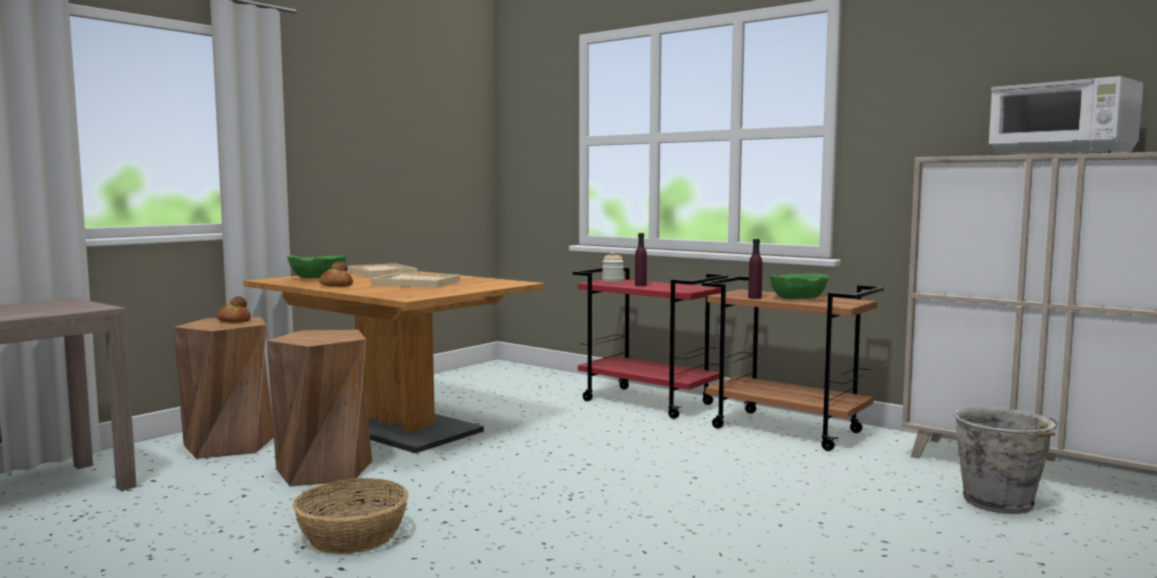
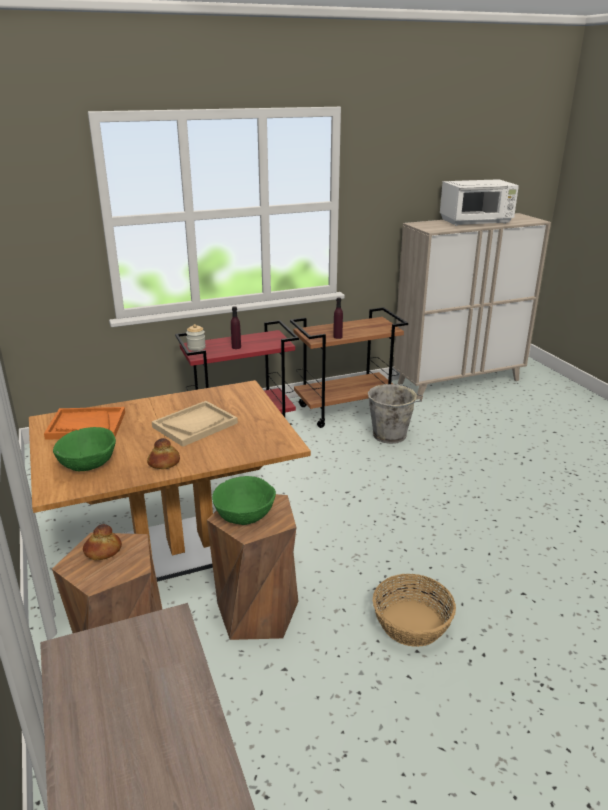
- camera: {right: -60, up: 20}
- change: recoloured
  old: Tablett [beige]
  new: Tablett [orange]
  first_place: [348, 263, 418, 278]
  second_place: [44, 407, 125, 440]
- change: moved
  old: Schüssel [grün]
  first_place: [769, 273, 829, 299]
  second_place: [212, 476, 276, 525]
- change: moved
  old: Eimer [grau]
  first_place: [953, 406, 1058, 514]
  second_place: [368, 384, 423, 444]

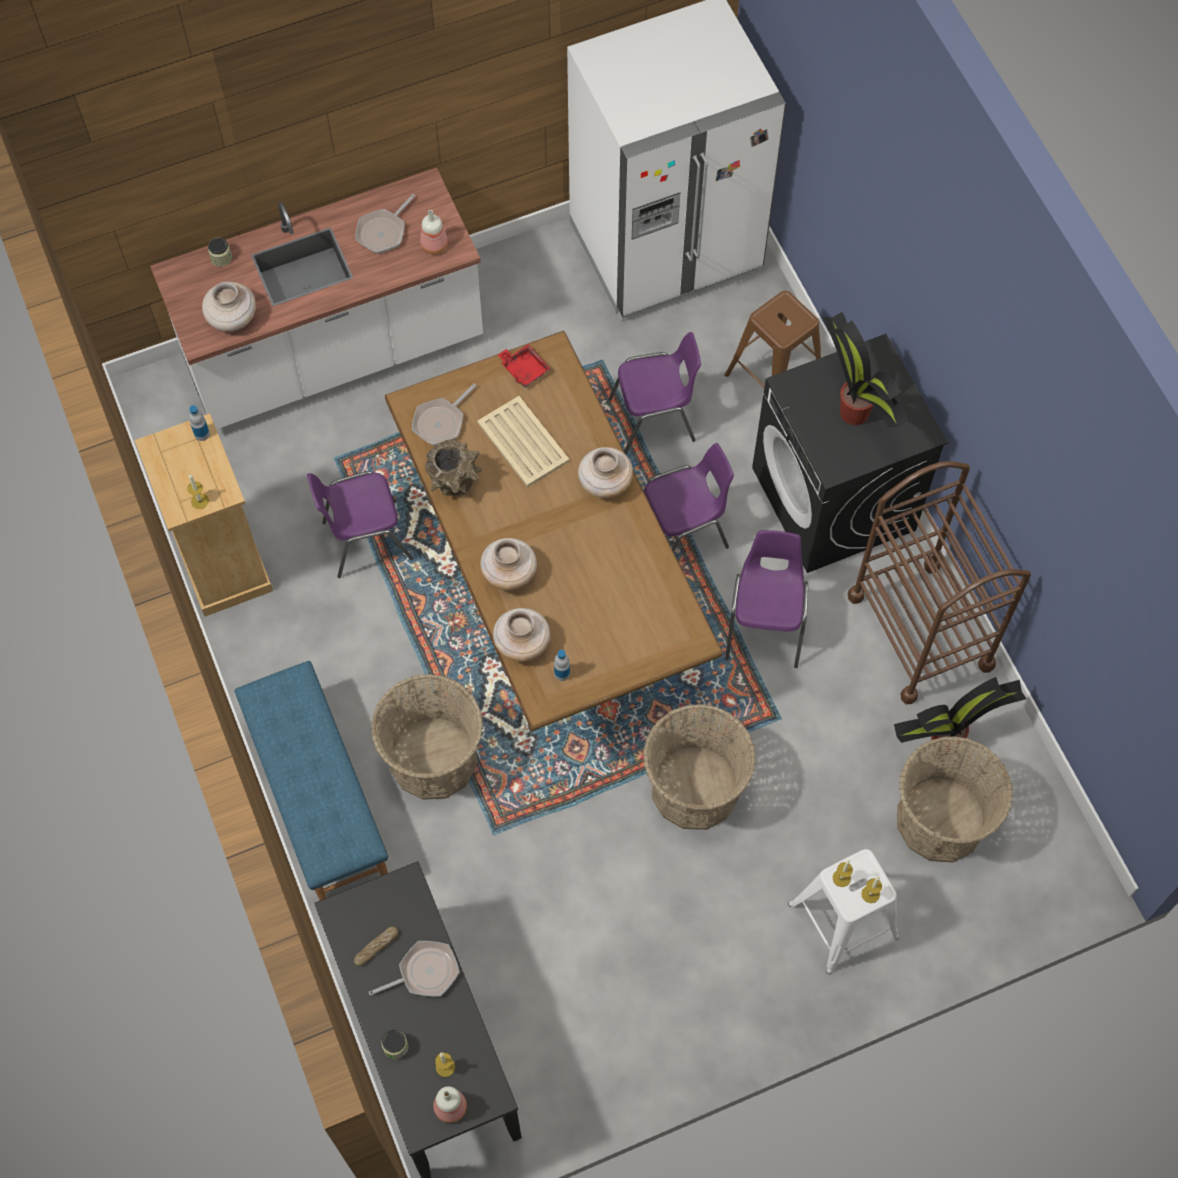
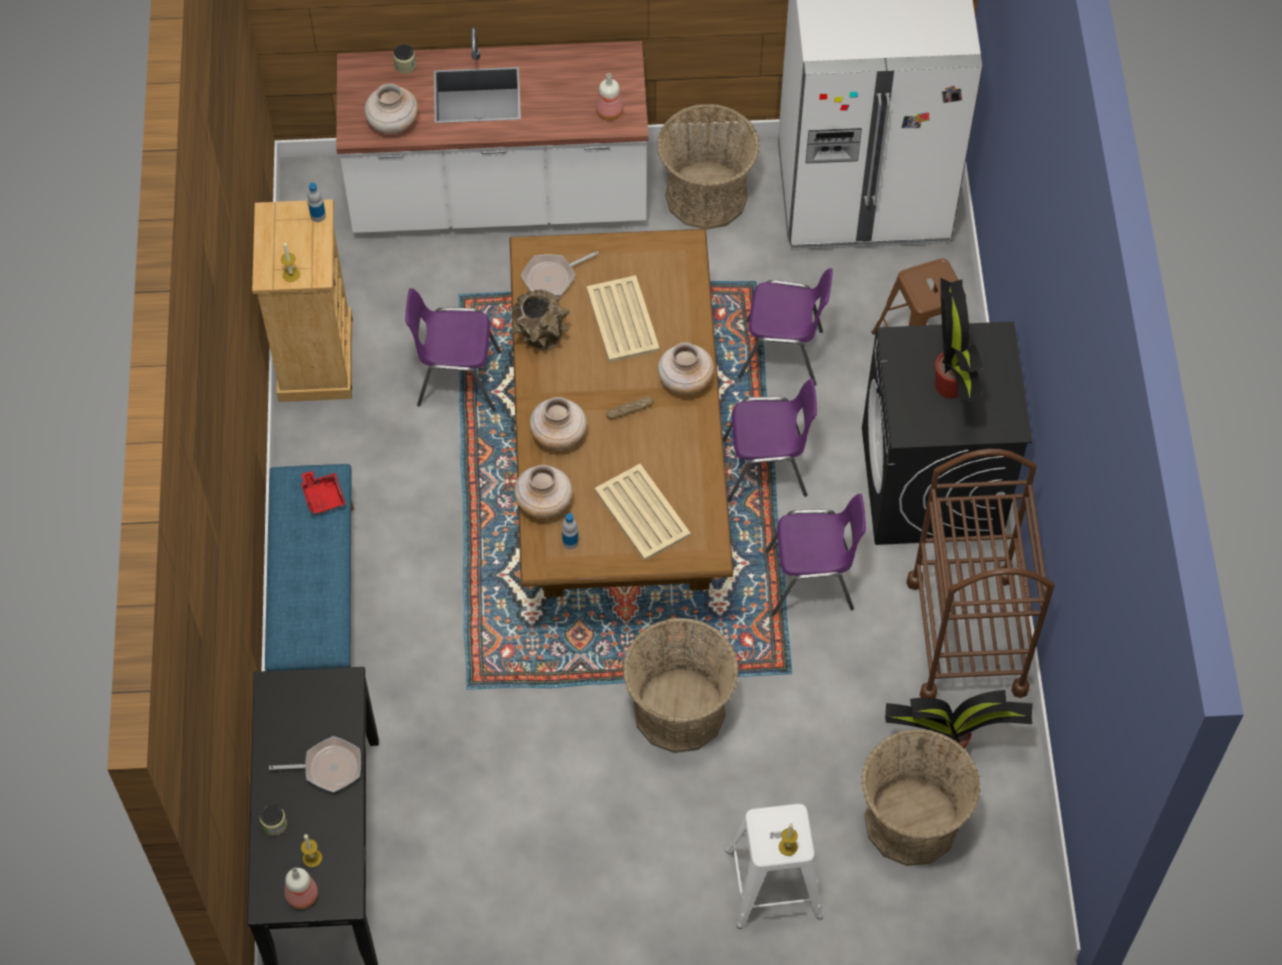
- camera: {right: 20, up: -5}
- change: removed
  old: Pfanne
  first_place: [355, 194, 415, 254]
- change: moved
  old: Tablett [rot]
  first_place: [498, 344, 551, 388]
  second_place: [301, 471, 346, 515]
- change: turned
  old: Stuhl [lila]
  first_place: [725, 530, 808, 668]
  second_place: [766, 494, 866, 616]
  degrees: 60
- change: moved
  old: Korb
  first_place: [371, 674, 483, 800]
  second_place: [657, 103, 760, 230]
- change: removed
  old: Kerze
  first_place: [833, 860, 853, 887]
- change: moved
  old: Brot
  first_place: [354, 926, 398, 966]
  second_place: [606, 396, 654, 419]
- change: added
  new: Tablett [beige]
  second_place: [595, 464, 691, 561]

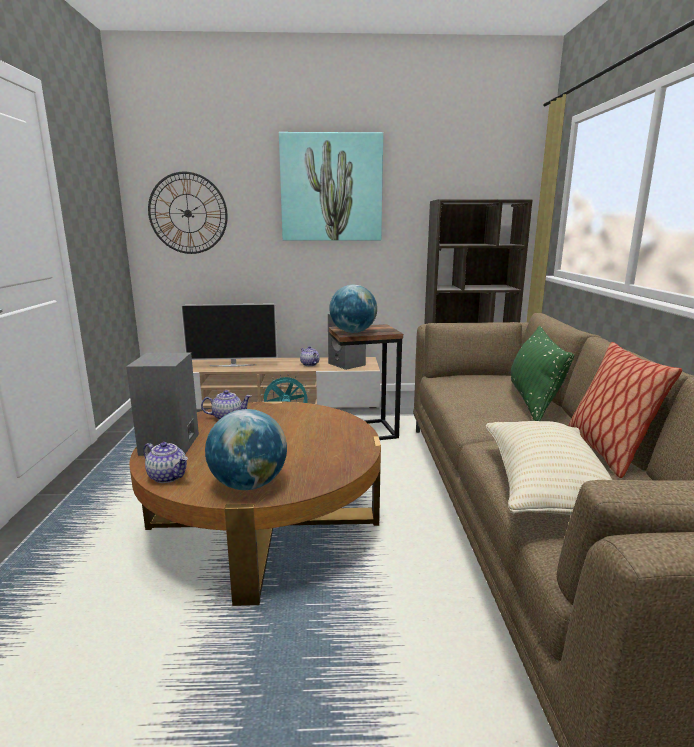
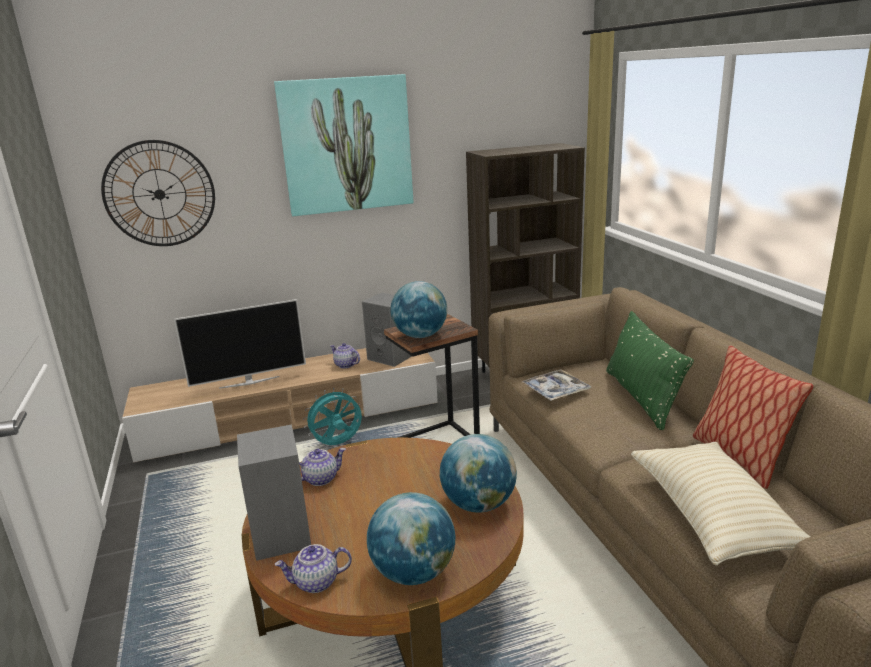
- camera: {right: -15, up: 5}
- change: turned
  old: Teekanne
  first_place: [143, 442, 188, 483]
  second_place: [275, 544, 352, 593]
  degrees: 150
- change: added
  new: Tablett
  second_place: [522, 369, 592, 401]
- change: added
  new: Globus
  second_place: [440, 434, 517, 513]

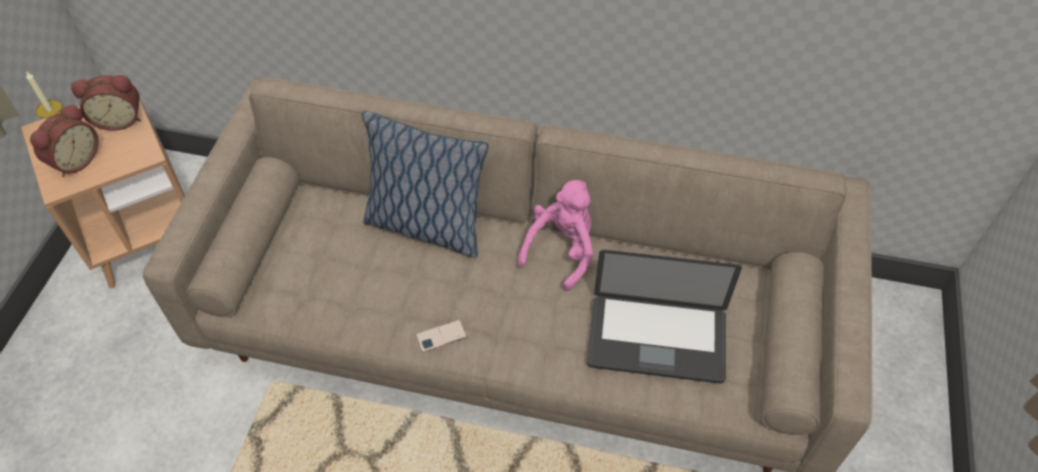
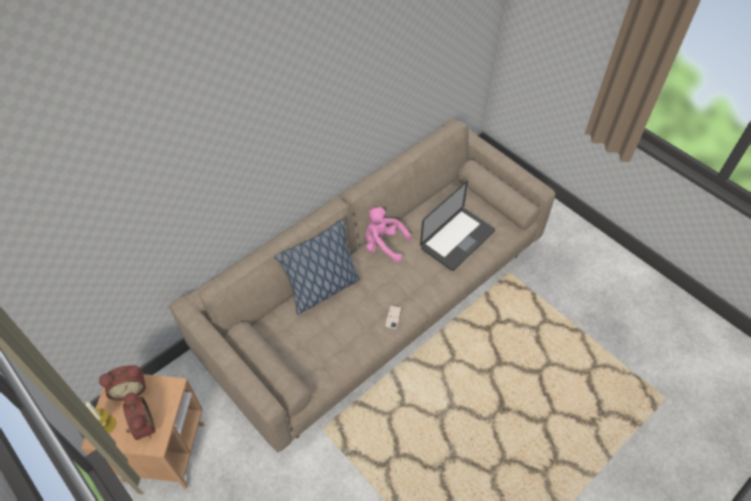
- camera: {right: -55, up: 0}
- change: turned
  old: Wecker
  first_place: [71, 75, 141, 131]
  second_place: [99, 365, 146, 401]
  degrees: 45
- change: turned
  old: Plüschtier [rosa]
  first_place: [517, 180, 593, 291]
  second_place: [365, 207, 411, 262]
  degrees: -45

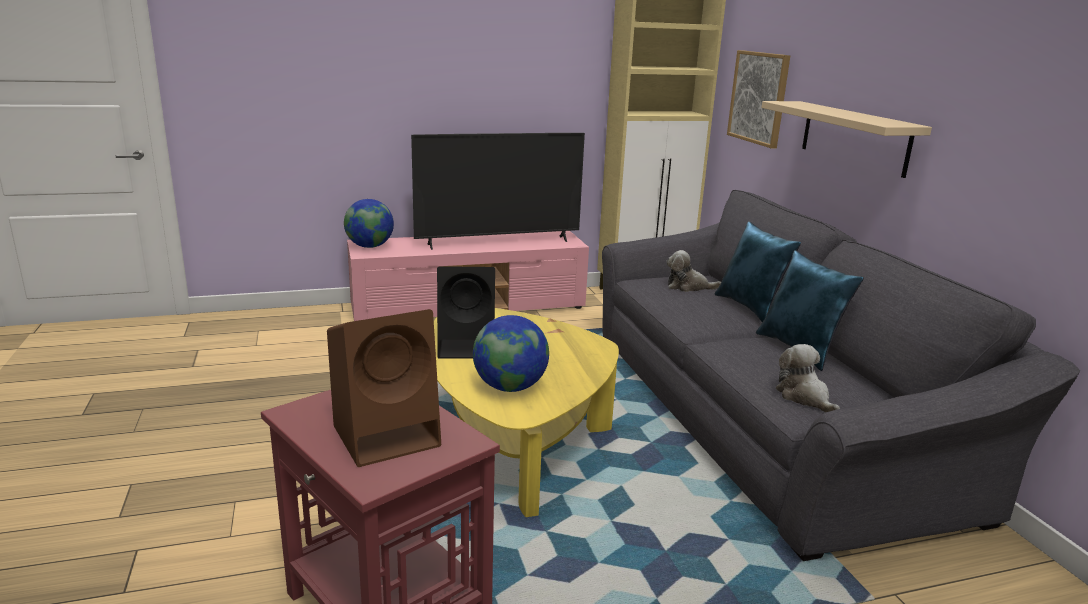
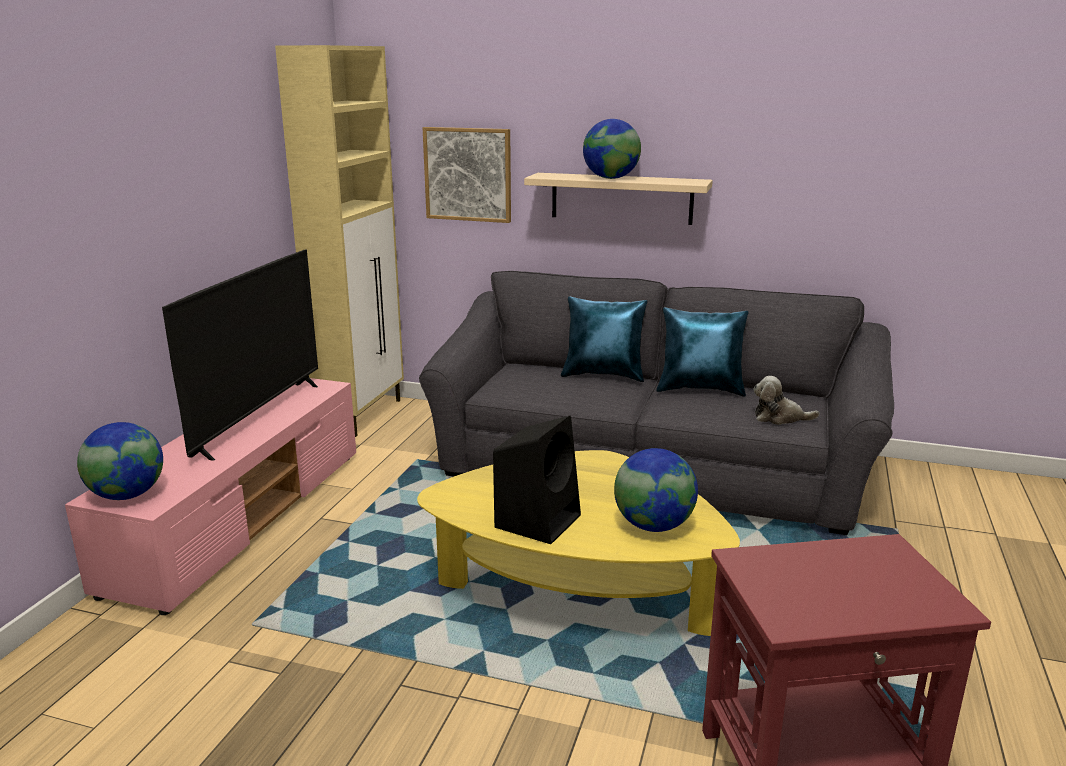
- camera: {right: -55, up: 0}
- change: removed
  old: Plüschtier
  first_place: [666, 250, 721, 292]
- change: removed
  old: Lautsprecher [braun]
  first_place: [327, 309, 441, 467]
- change: added
  new: Globus
  second_place: [583, 119, 641, 179]

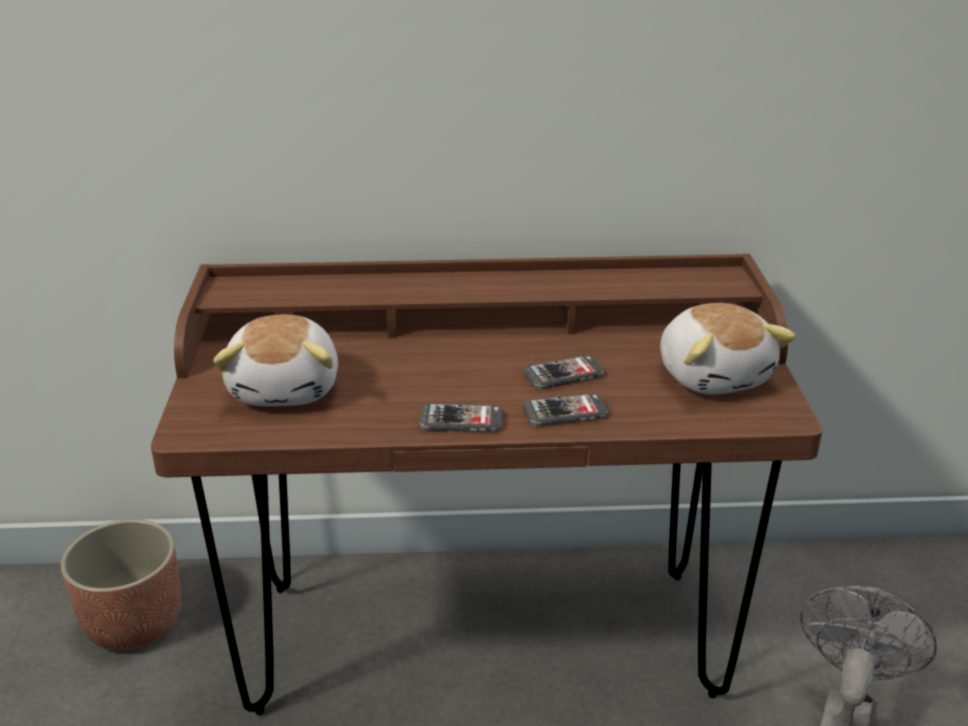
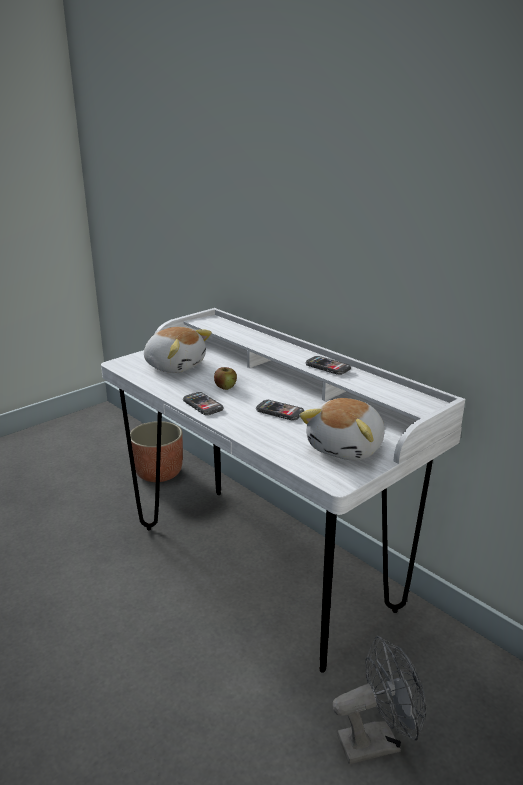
- camera: {right: 50, up: -5}
- change: recoloured
  old: Schreibtisch [braun]
  new: Schreibtisch [weiß]
  first_place: [151, 254, 823, 715]
  second_place: [101, 308, 465, 673]
- change: turned
  old: Plüschtier
  first_place: [213, 315, 338, 406]
  second_place: [144, 327, 212, 373]
  degrees: -105
- change: moved
  old: Handy
  first_place: [523, 393, 608, 426]
  second_place: [306, 356, 351, 375]
- change: added
  new: Apfel
  second_place: [214, 367, 237, 390]

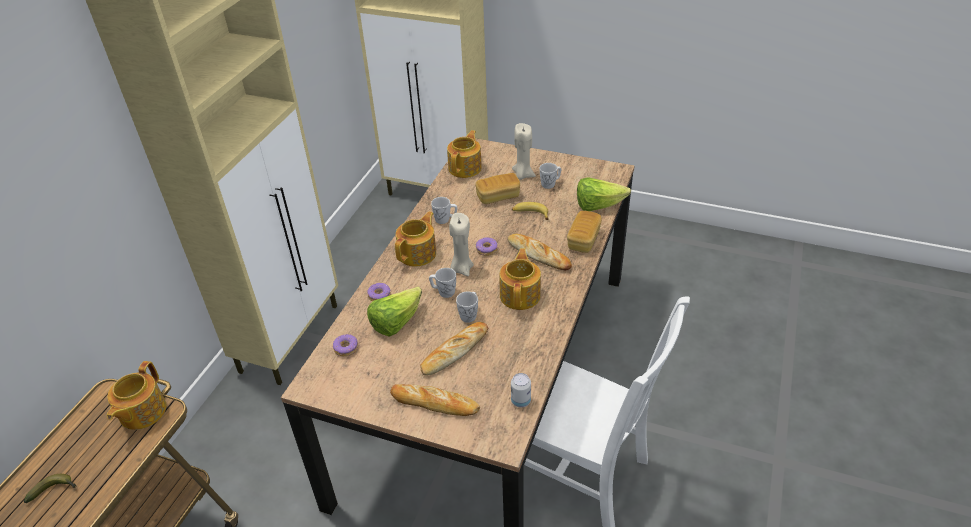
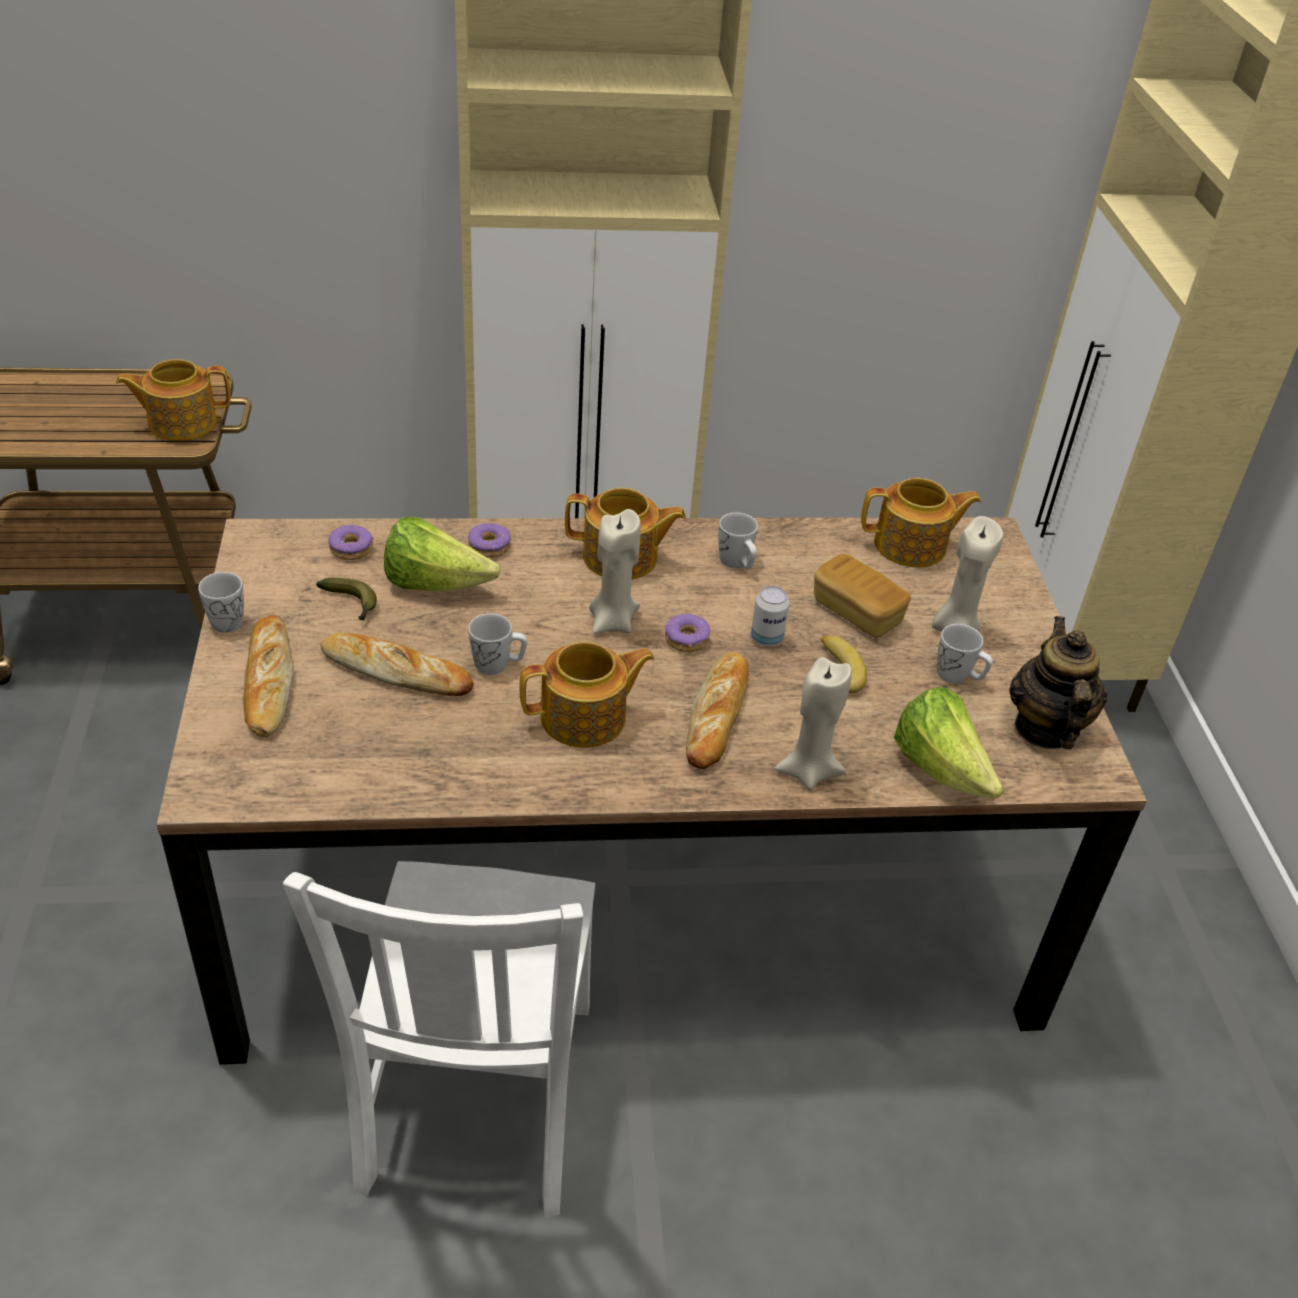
- camera: {right: 60, up: 0}
- change: replaced
  old: Brot
  new: Kerze [beige]
  first_place: [567, 211, 602, 253]
  second_place: [775, 657, 852, 790]
- change: moved
  old: Henkelbecher [weiß]
  first_place: [429, 268, 456, 298]
  second_place: [198, 572, 244, 633]
- change: moved
  old: Dose
  first_place: [511, 373, 531, 408]
  second_place: [751, 586, 789, 647]
- change: moved
  old: Banane
  first_place: [24, 474, 77, 503]
  second_place: [316, 578, 377, 621]
- change: added
  new: Teekanne
  second_place: [1009, 616, 1108, 749]

